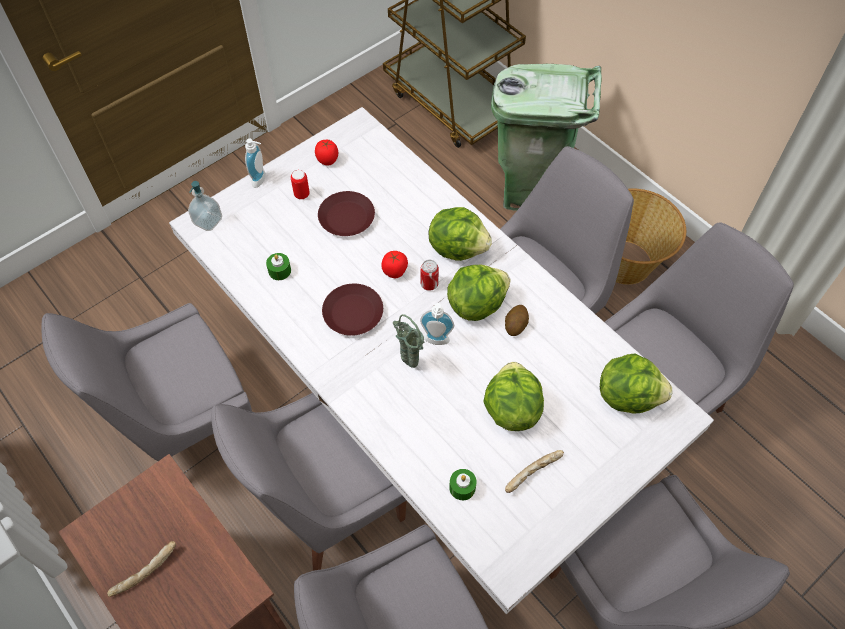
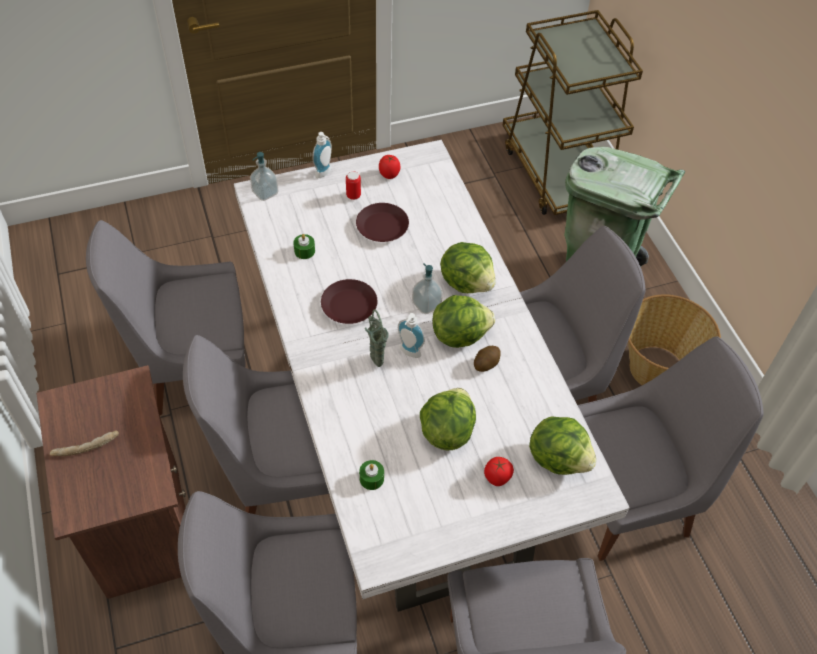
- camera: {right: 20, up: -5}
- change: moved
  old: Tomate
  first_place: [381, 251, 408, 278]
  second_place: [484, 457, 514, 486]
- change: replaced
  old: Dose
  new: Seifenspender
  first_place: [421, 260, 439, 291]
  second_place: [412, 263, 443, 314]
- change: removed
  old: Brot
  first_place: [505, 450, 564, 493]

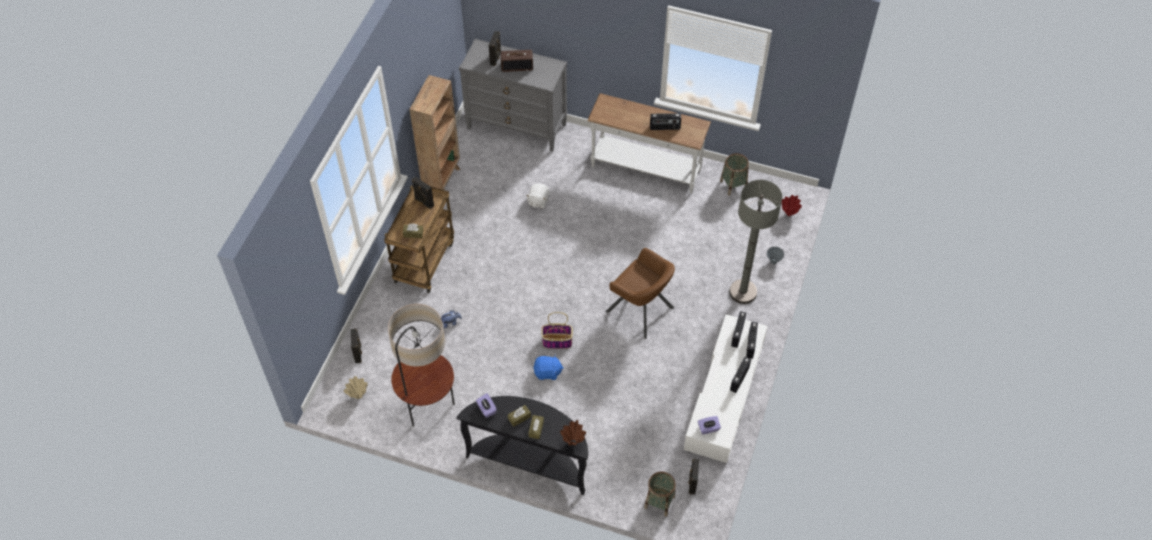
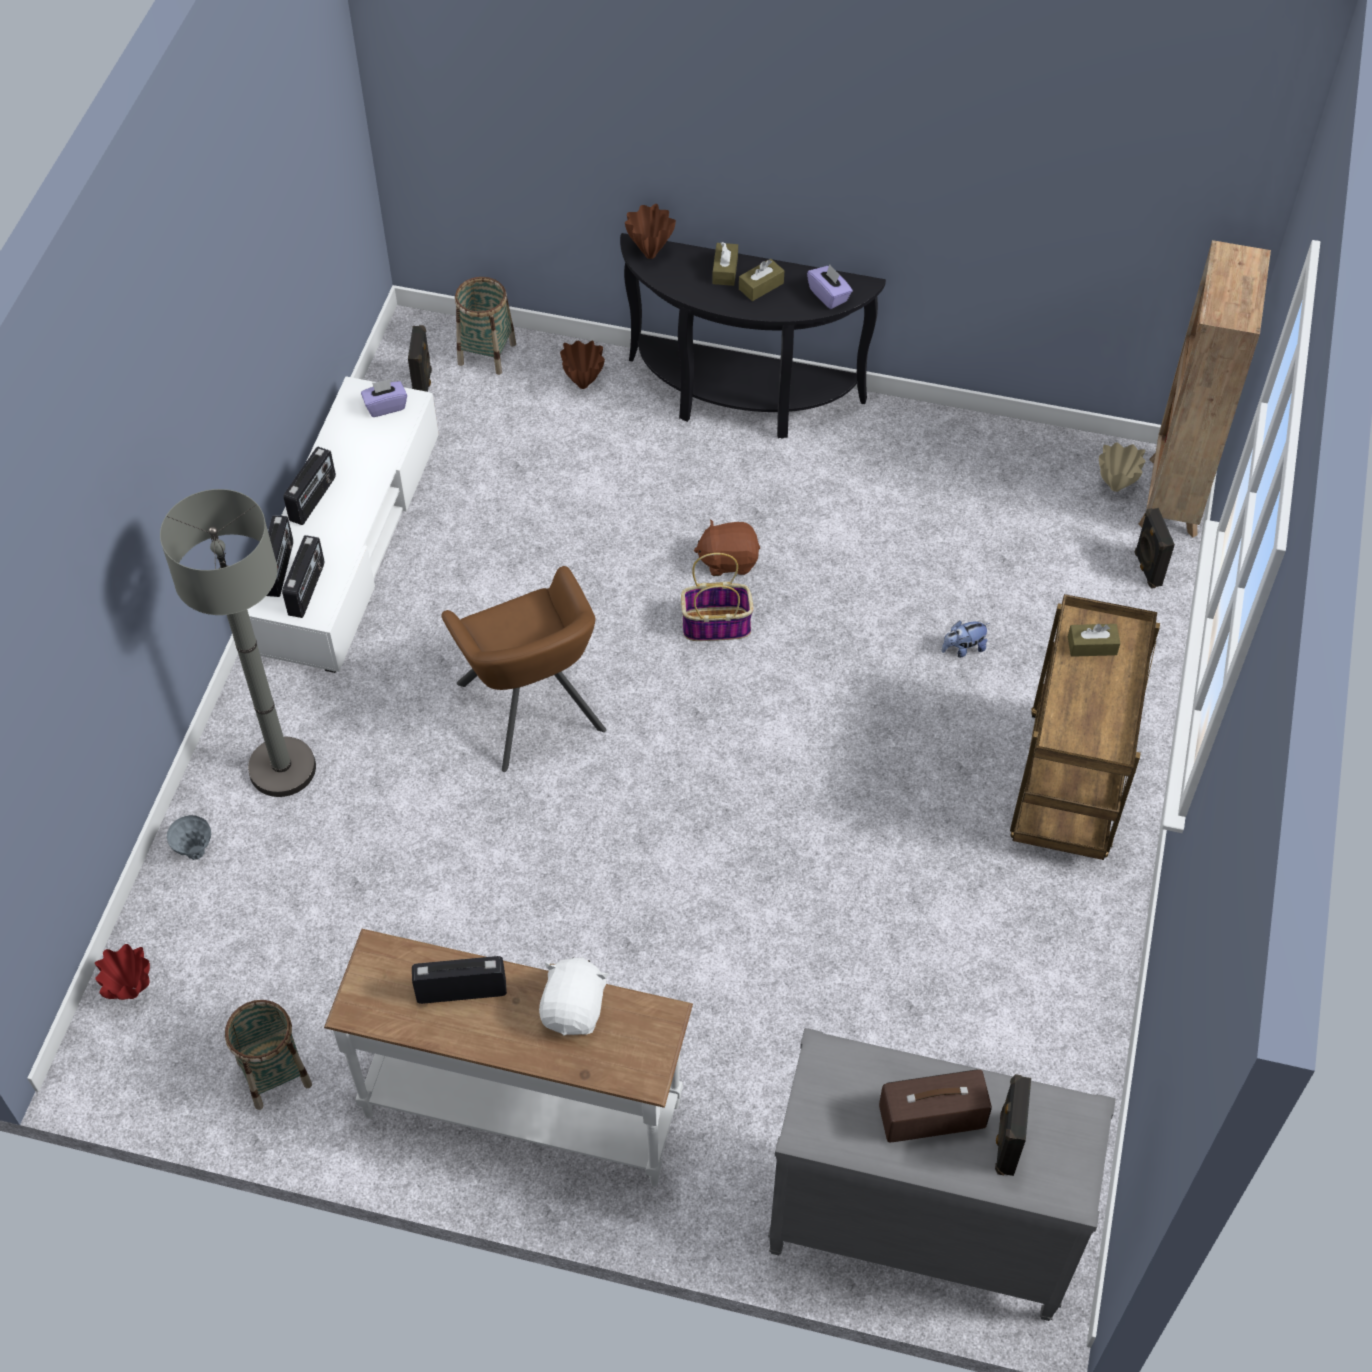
- camera: {right: 175, up: 0}
- change: moved
  old: Bücherregal [braun]
  first_place: [409, 75, 460, 190]
  second_place: [1139, 240, 1271, 538]
- change: removed
  old: Lautsprecher [schwarz]
  first_place: [412, 177, 434, 209]
- change: moved
  old: Plüschtier [weiß]
  first_place: [526, 183, 549, 208]
  second_place: [539, 957, 609, 1036]
- change: turned
  old: Sessel [braun]
  first_place: [606, 248, 675, 339]
  second_place: [441, 566, 606, 772]
  degrees: -150
- change: removed
  old: Stehlampe
  first_place: [388, 304, 455, 426]
- change: recoloured
  old: Plüschtier [blau]
  new: Plüschtier [braun]
  first_place: [533, 354, 564, 380]
  second_place: [694, 519, 760, 576]
- change: added
  new: Vase [braun]
  second_place: [560, 341, 605, 389]

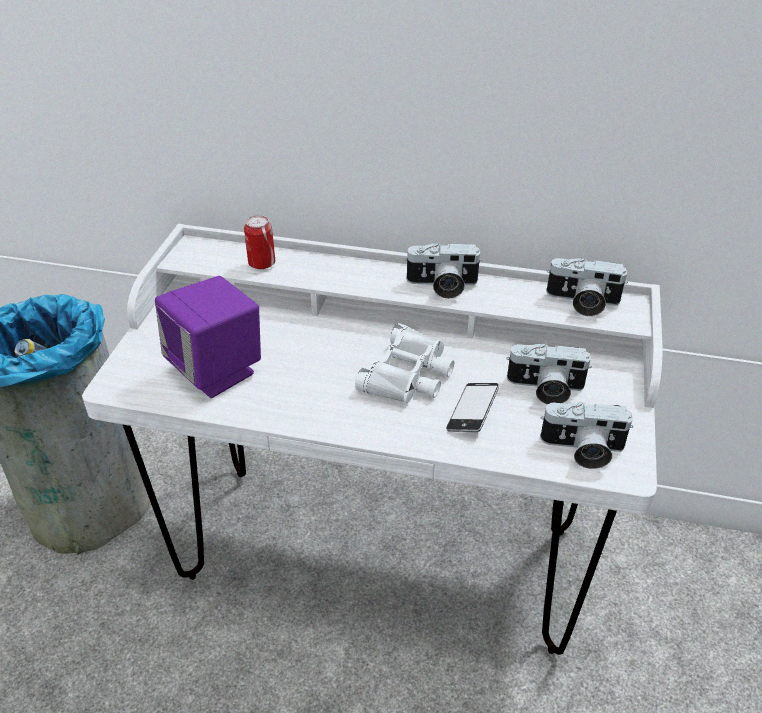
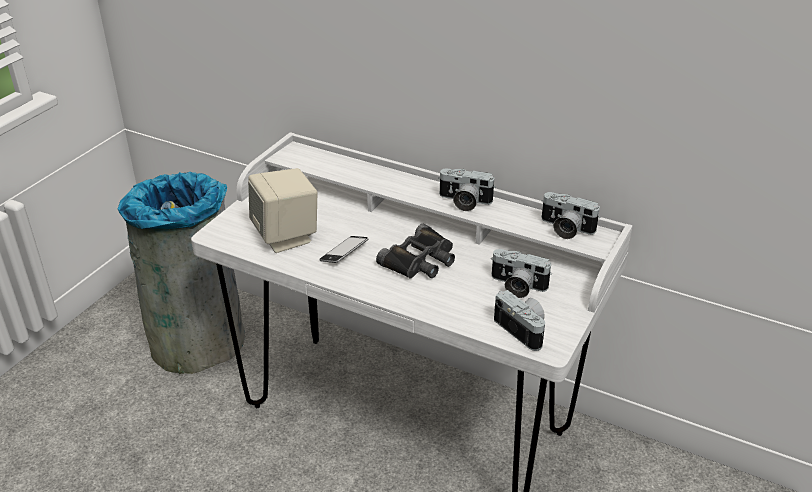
- camera: {right: 15, up: -5}
- change: removed
  old: Dose
  first_place: [244, 215, 275, 269]
- change: recoloured
  old: Lautsprecher [lila]
  new: Lautsprecher [beige]
  first_place: [155, 276, 261, 398]
  second_place: [248, 168, 317, 253]
- change: recoloured
  old: Fernglas [weiß]
  new: Fernglas [schwarz]
  first_place: [355, 323, 454, 404]
  second_place: [376, 224, 455, 278]
- change: moved
  old: Handy
  first_place: [446, 383, 499, 432]
  second_place: [320, 236, 368, 263]
- change: turned
  old: Kamera
  first_place: [540, 402, 633, 469]
  second_place: [494, 290, 545, 351]
  degrees: -150

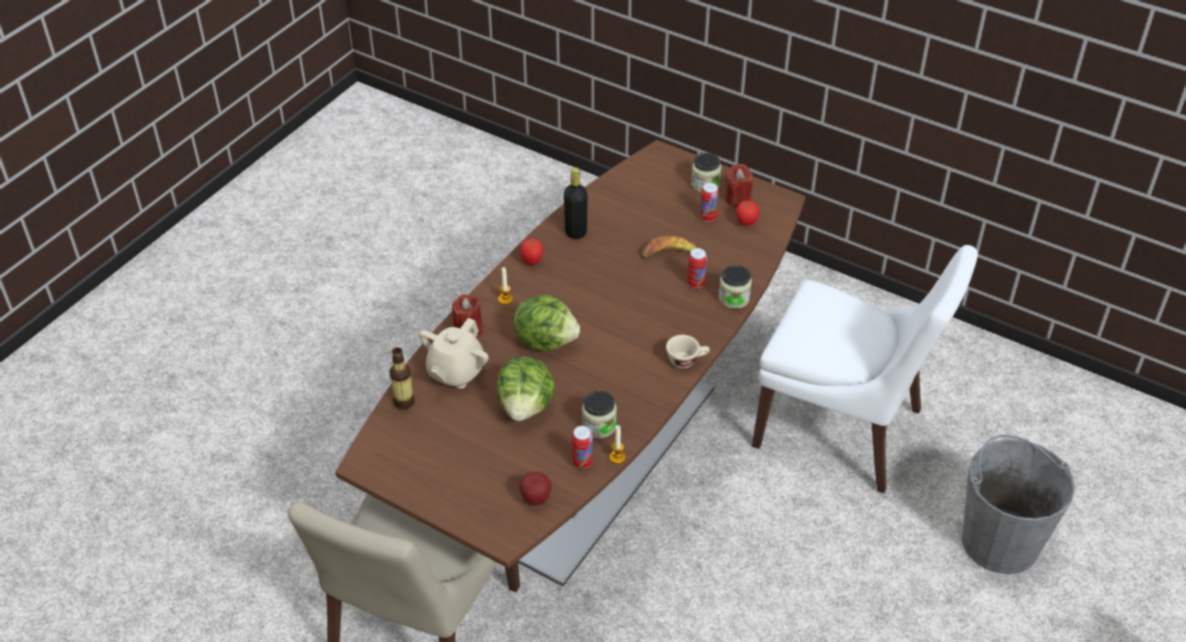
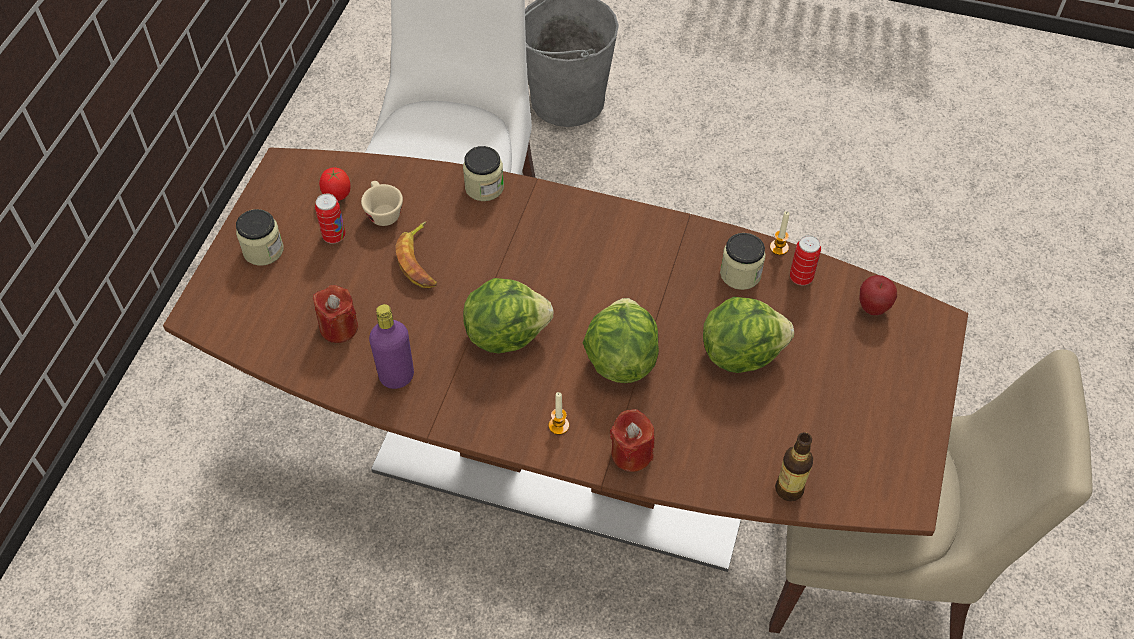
- camera: {right: -105, up: 10}
- change: moved
  old: Kerze [rot]
  first_place: [725, 164, 753, 207]
  second_place: [313, 285, 358, 343]
- change: recoloured
  old: Flasche [schwarz]
  new: Flasche [lila]
  first_place: [564, 167, 588, 239]
  second_place: [369, 304, 414, 389]
- change: removed
  old: Tomate
  first_place: [520, 239, 543, 265]
- change: removed
  old: Dose
  first_place: [687, 248, 707, 288]
- change: removed
  old: Teekanne [beige]
  first_place: [419, 318, 489, 389]
- change: moved
  old: Tasse [beige]
  first_place: [666, 335, 710, 368]
  second_place: [361, 181, 403, 226]
- change: added
  new: Salatkopf
  second_place: [463, 278, 554, 354]

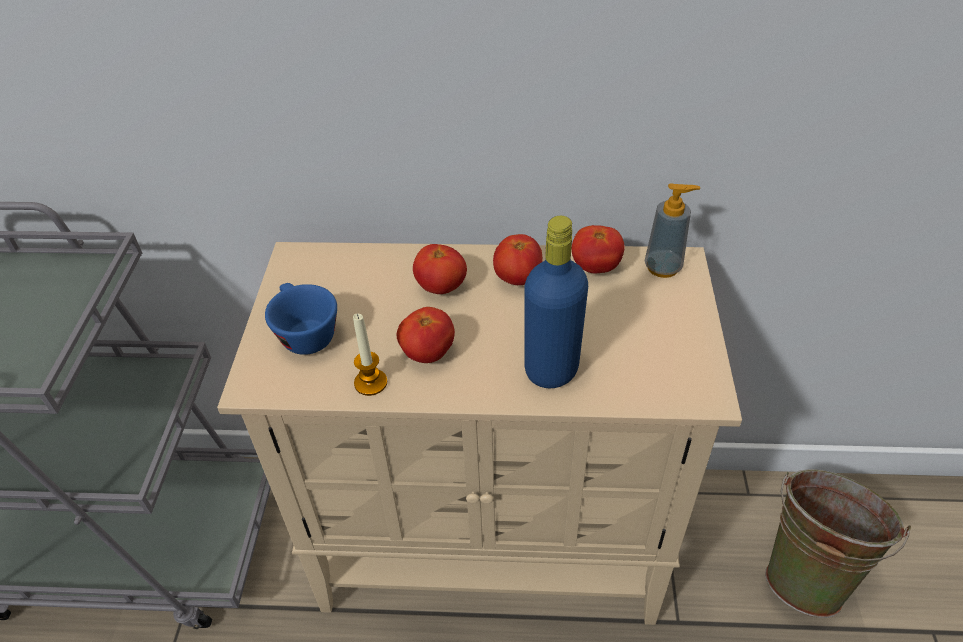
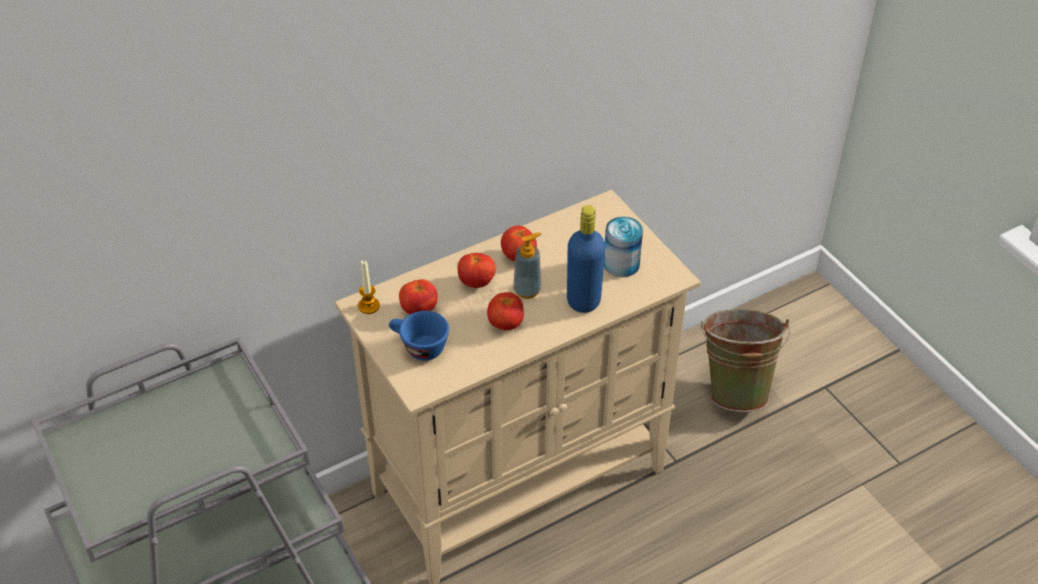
- camera: {right: -35, up: 0}
- change: moved
  old: Seifenspender
  first_place: [644, 183, 700, 278]
  second_place: [513, 232, 541, 299]
- change: moved
  old: Tomate
  first_place: [572, 225, 625, 273]
  second_place: [399, 279, 437, 314]
- change: moved
  old: Kerze
  first_place: [353, 314, 387, 396]
  second_place: [358, 260, 380, 314]
- change: added
  new: Dose
  second_place: [604, 217, 643, 277]

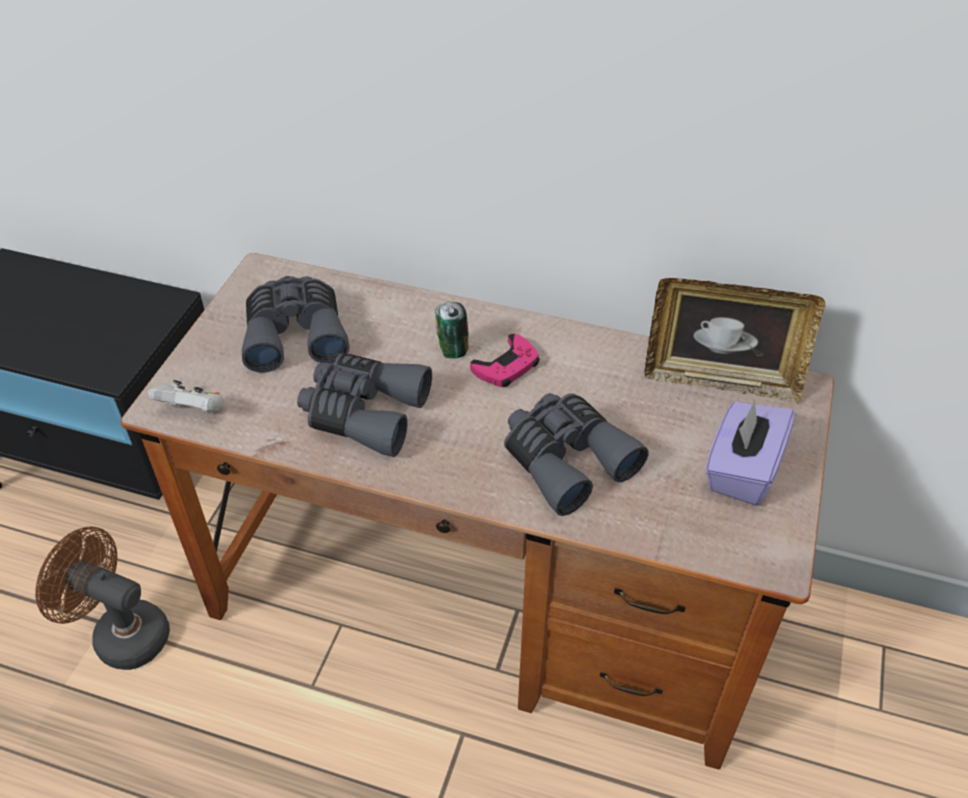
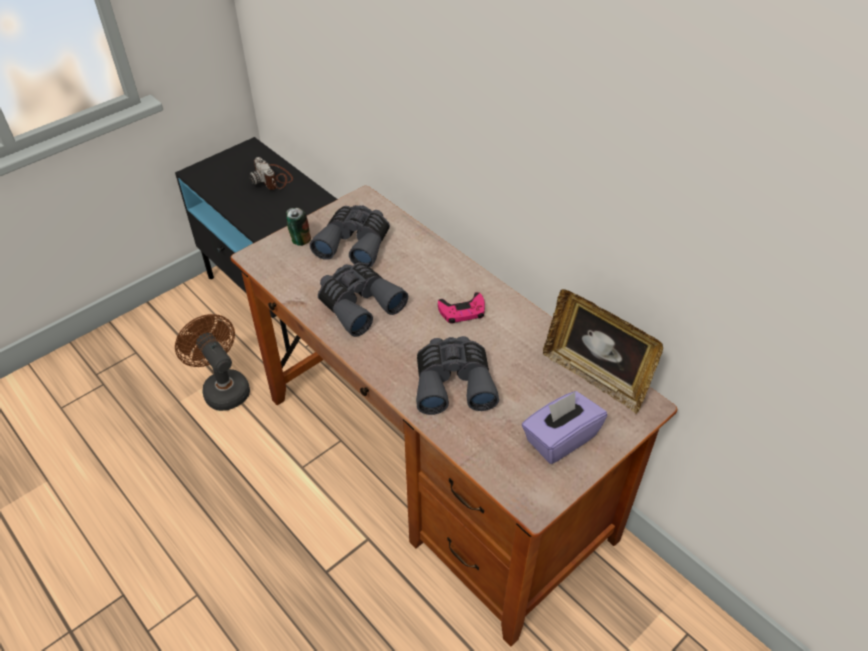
- camera: {right: 30, up: 0}
- change: moved
  old: Dose
  first_place: [435, 302, 469, 358]
  second_place: [286, 208, 311, 246]
- change: removed
  old: Gamepad [weiß]
  first_place: [148, 380, 224, 414]
- change: added
  new: Kamera
  second_place: [249, 157, 293, 190]

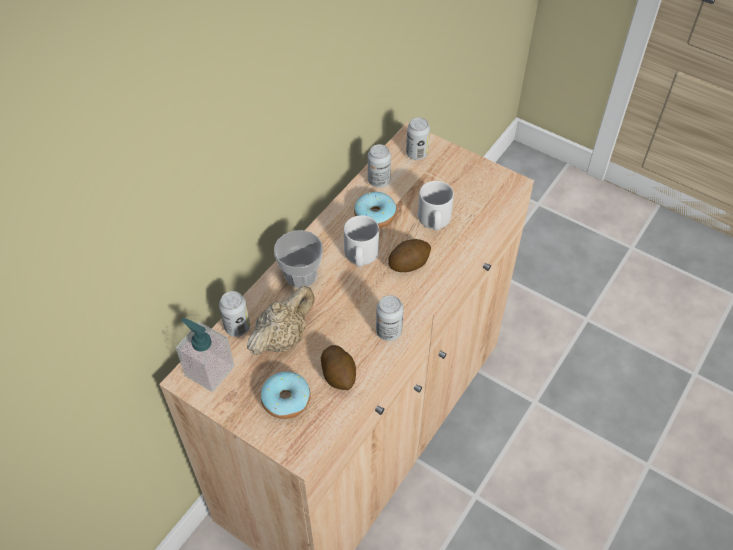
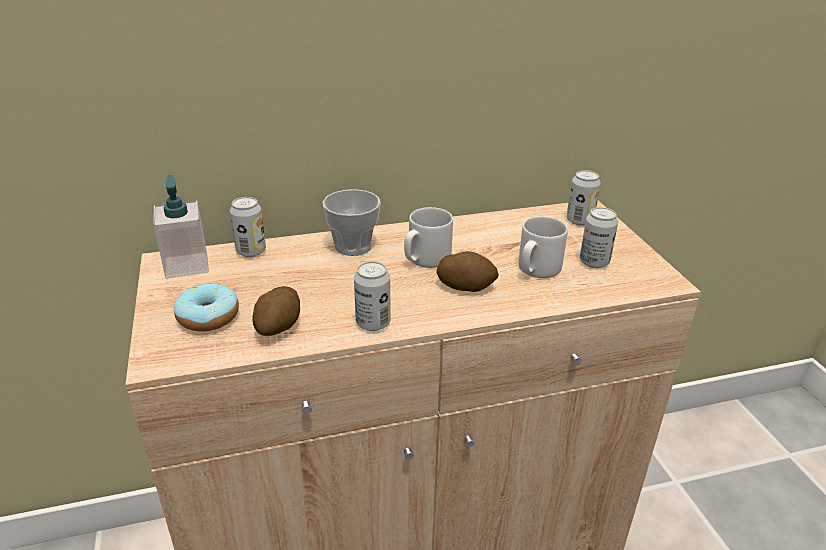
- camera: {right: 40, up: -20}
- change: moved
  old: Dose
  first_place: [368, 144, 391, 188]
  second_place: [580, 207, 618, 268]
- change: removed
  old: Donut
  first_place: [354, 192, 396, 228]
- change: removed
  old: Teekanne [beige]
  first_place: [247, 286, 315, 355]

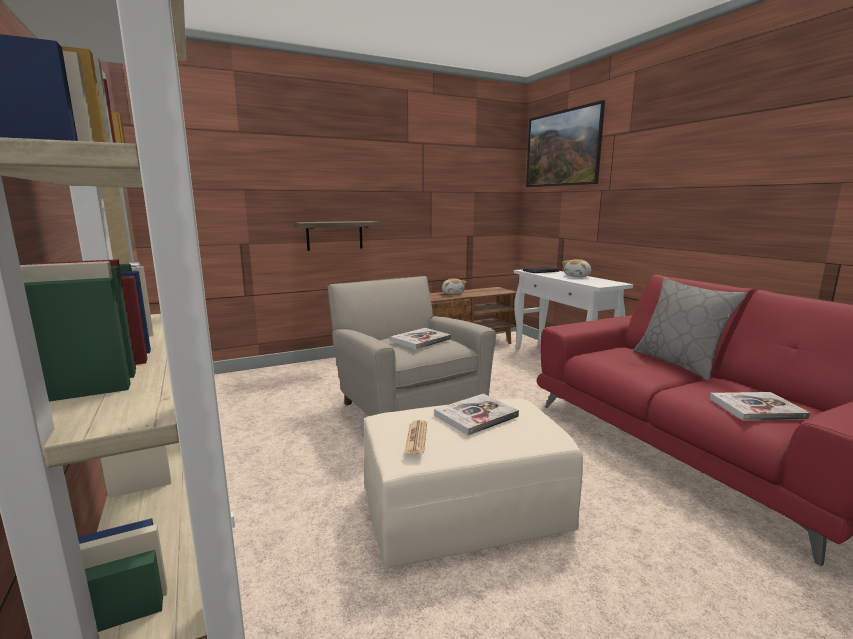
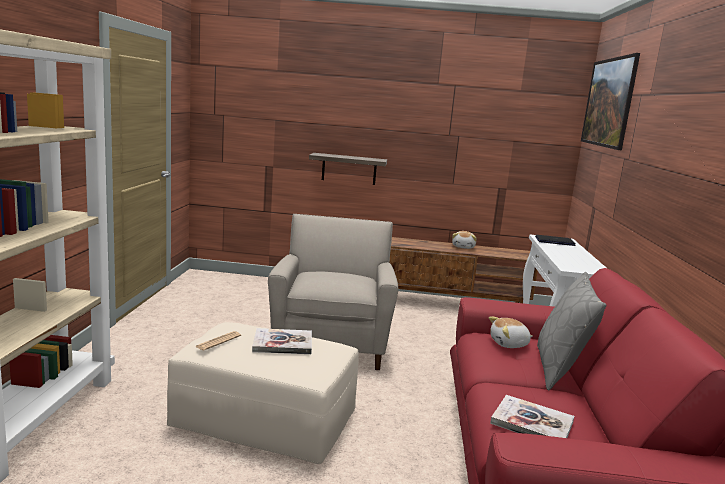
- camera: {right: 30, up: 0}
- change: moved
  old: Plüschtier
  first_place: [562, 259, 591, 277]
  second_place: [489, 316, 533, 348]
- change: removed
  old: Buch
  first_place: [391, 328, 451, 349]

